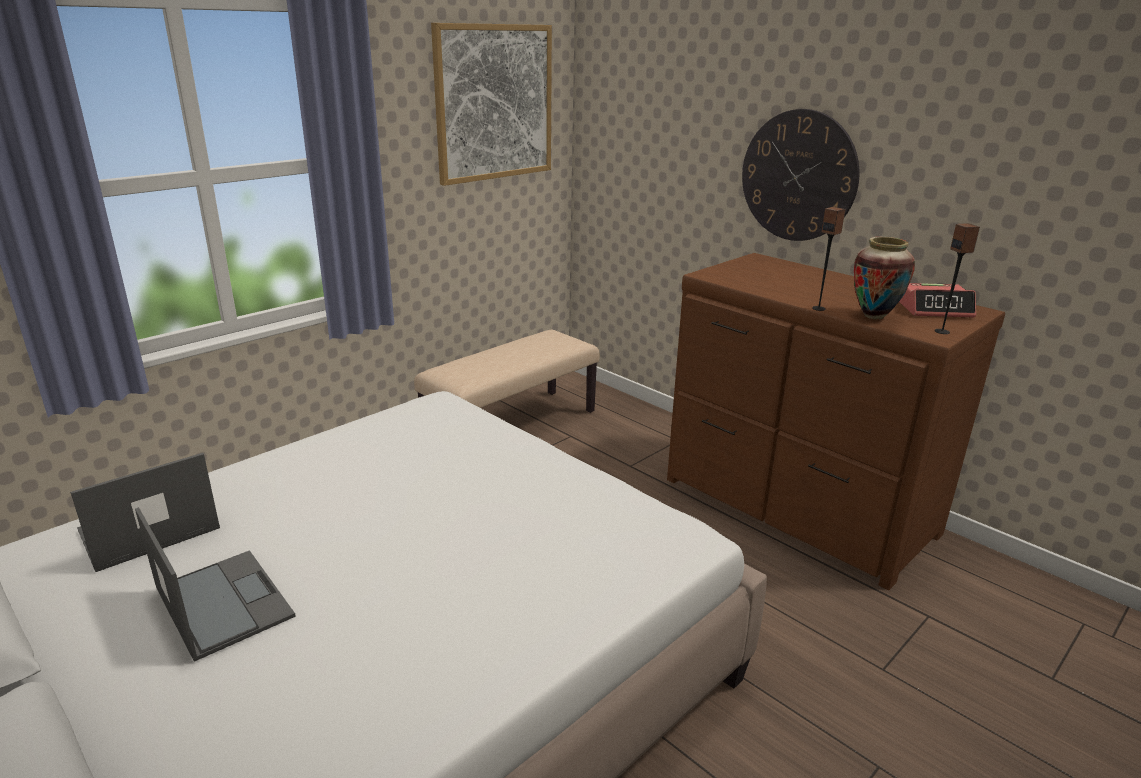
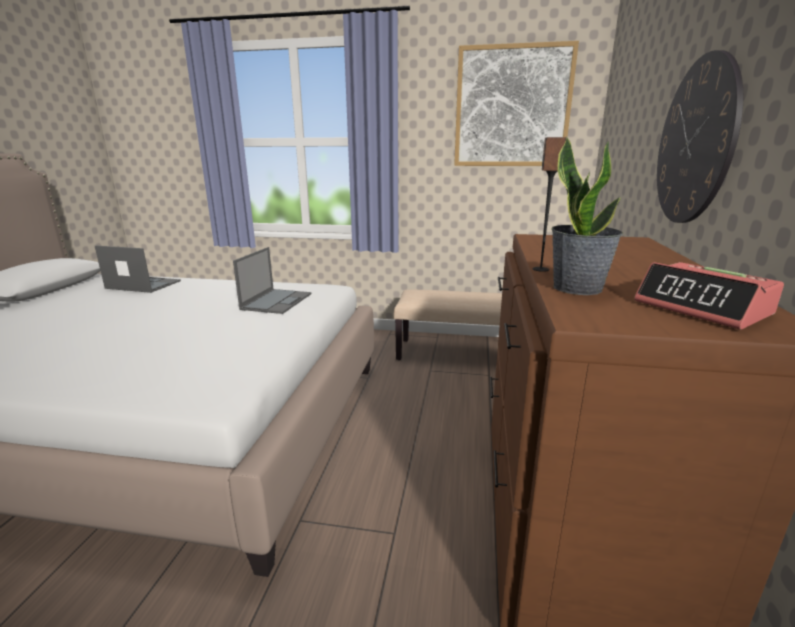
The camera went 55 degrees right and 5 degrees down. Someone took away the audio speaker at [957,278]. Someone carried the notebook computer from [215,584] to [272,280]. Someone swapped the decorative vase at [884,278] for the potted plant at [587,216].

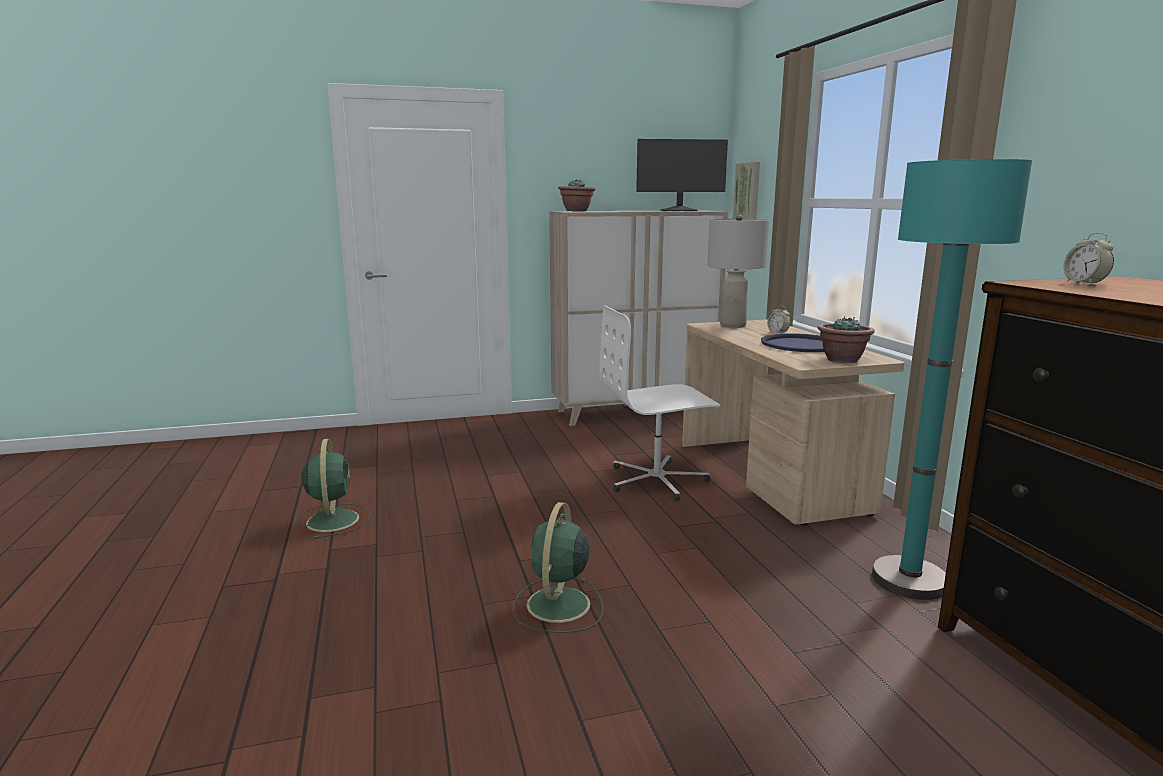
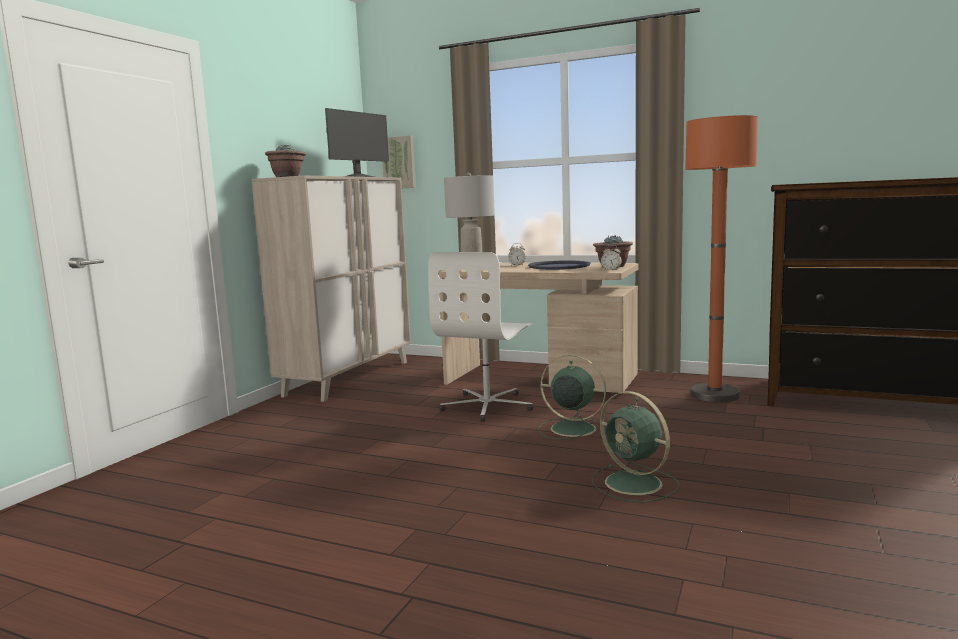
The camera went 50 degrees left and 5 degrees down. Someone carried the green fan from [332,489] to [572,397]. Someone carried the bedside clock from [1088,259] to [611,257]. Someone repainted the turquoise standing lamp at [952,379], which became the orangey standing lamp at [721,258].

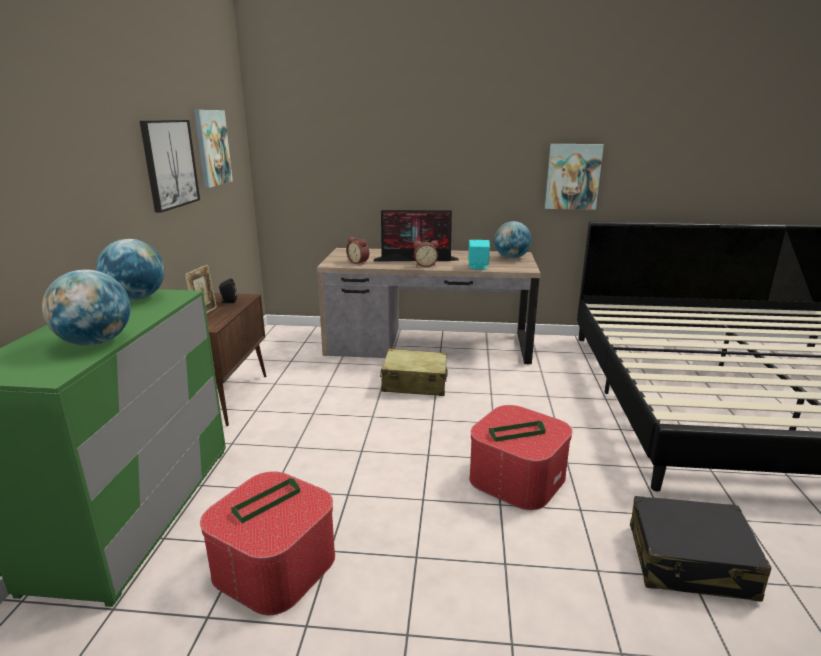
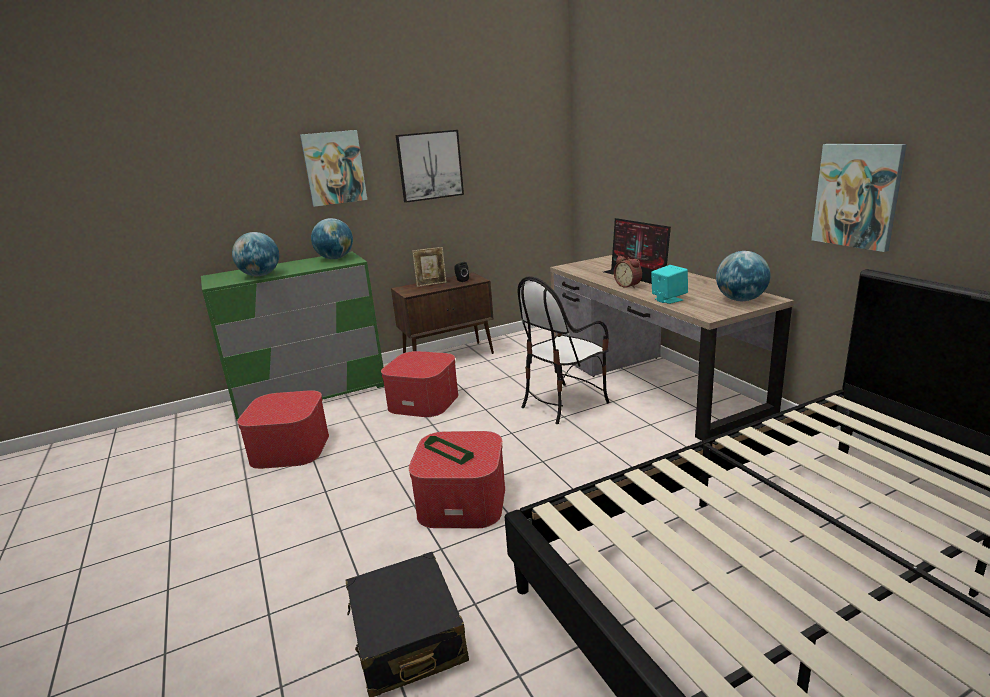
The camera went 60 degrees right and 0 degrees up. Someone took away the green serving tray at [265,500]. Someone took away the bedside clock at [357,251]. Someone put down the footrest at [420,384]. Someone carried the picture from [213,149] to [333,168]. Someone swapped the sand-coloured piece of luggage at [414,372] for the upright chair at [564,350].

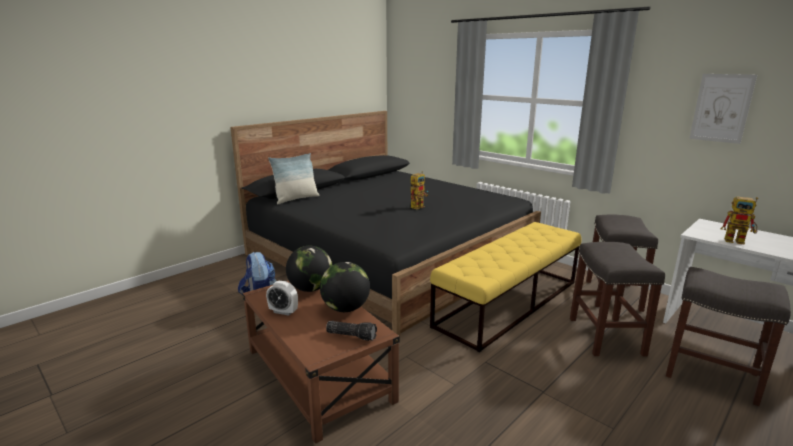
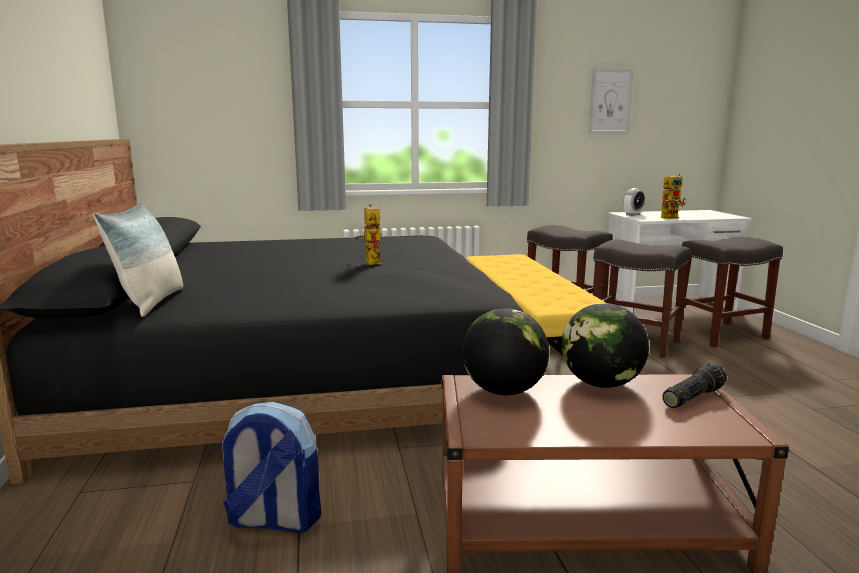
The camera went 55 degrees left and 5 degrees down. Someone carried the bedside clock from [282,298] to [634,202].

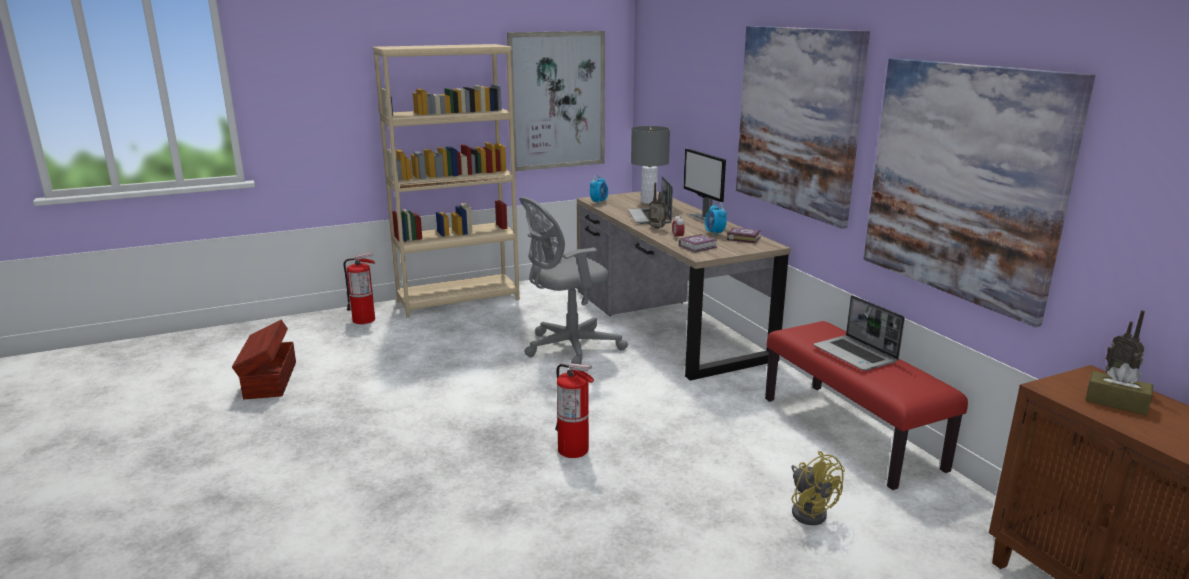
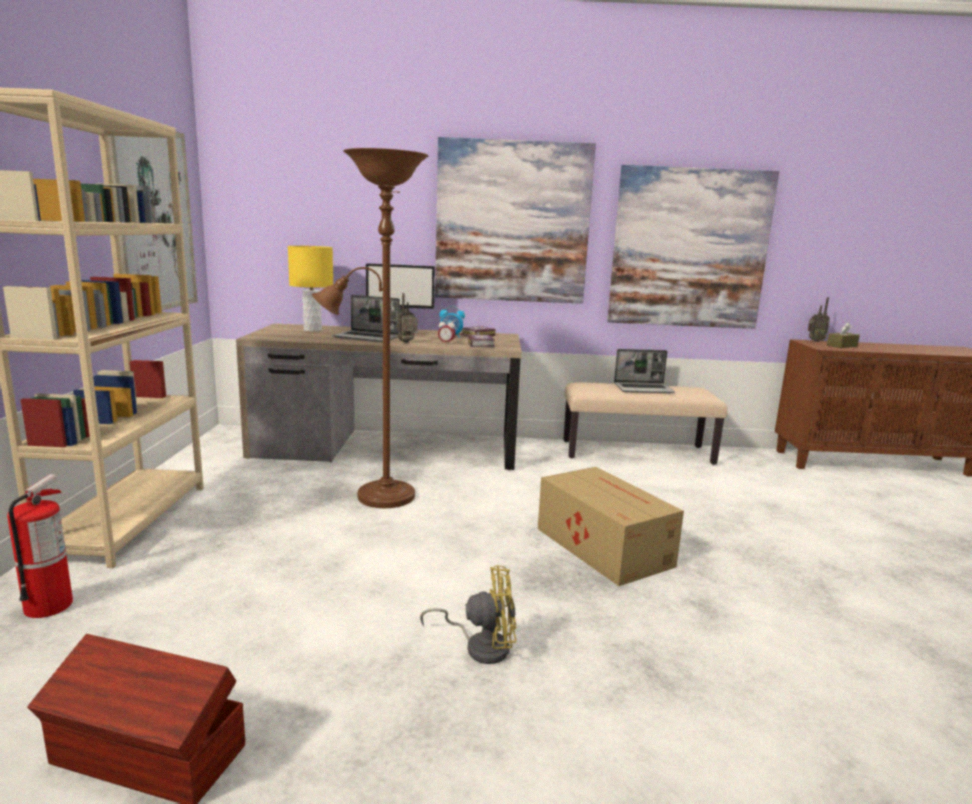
The camera went 65 degrees left and 5 degrees down. Someone took away the bedside clock at [599,190]. Someone carried the yellowish fan from [818,488] to [468,614]. Someone swapped the gray office chair at [573,280] for the brownish standing lamp at [370,328]. Someone swapped the fire extinguisher at [574,410] for the packing box at [611,526]. Someone repainted the gray lamp for a table at [650,165], which became the yellowish lamp for a table at [310,289]. Someone repainted the reddish bench at [866,405], which became the sand-coloured bench at [645,423].

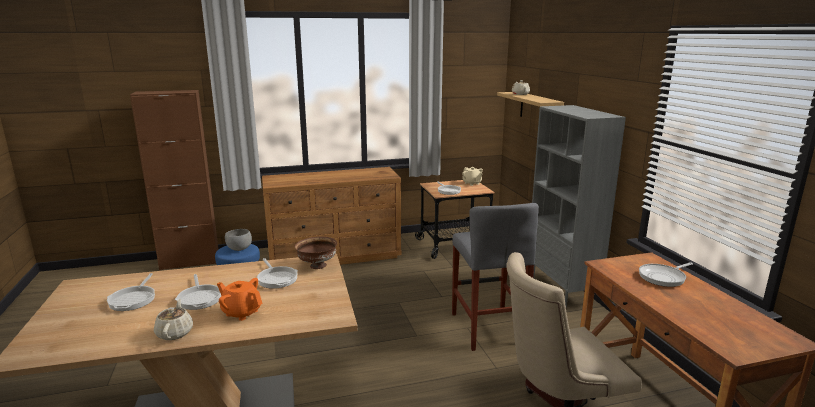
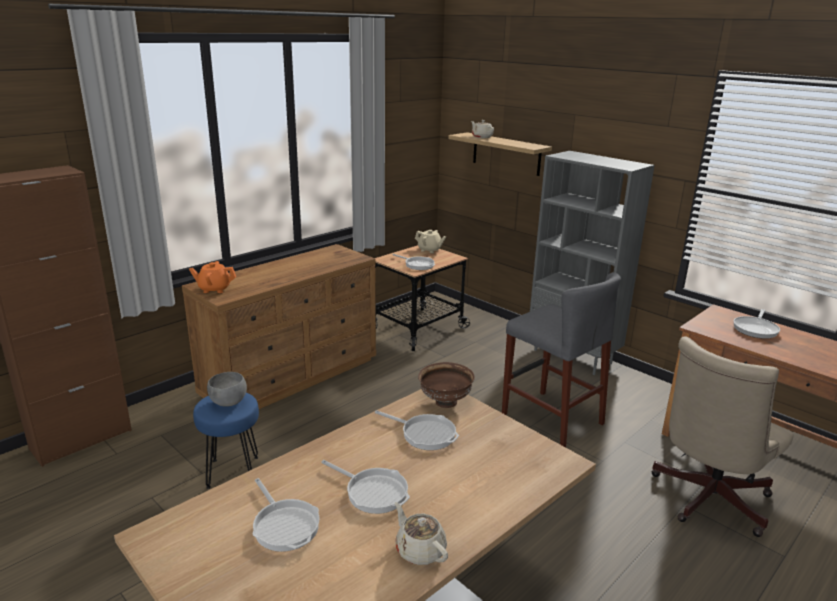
The camera went 30 degrees left and 5 degrees up. Someone carried the orangey pot for tea from [240,299] to [212,277].

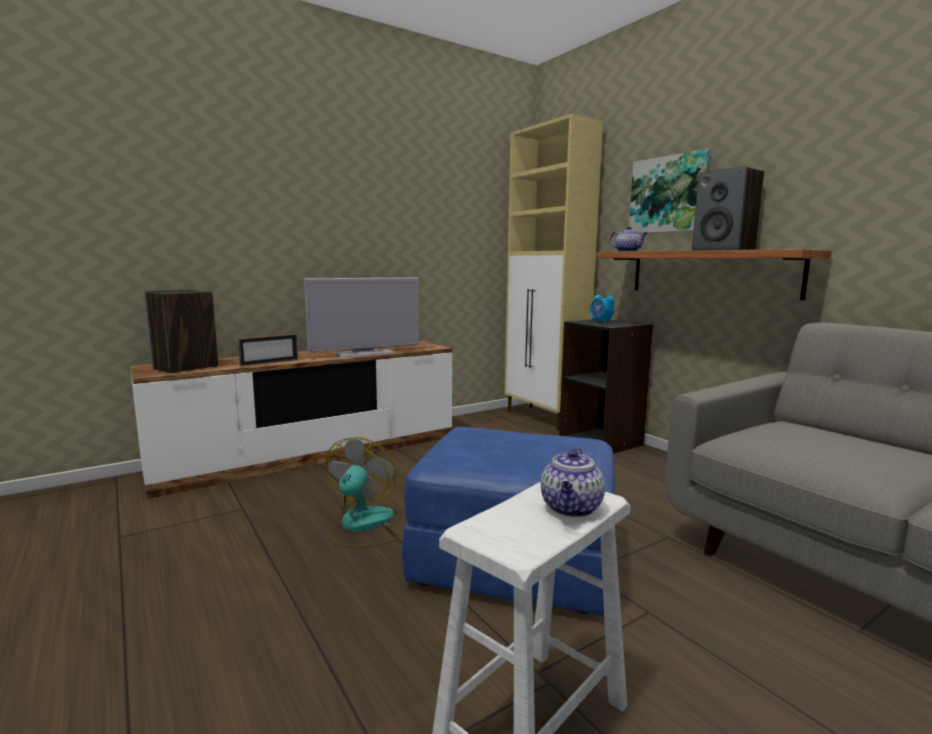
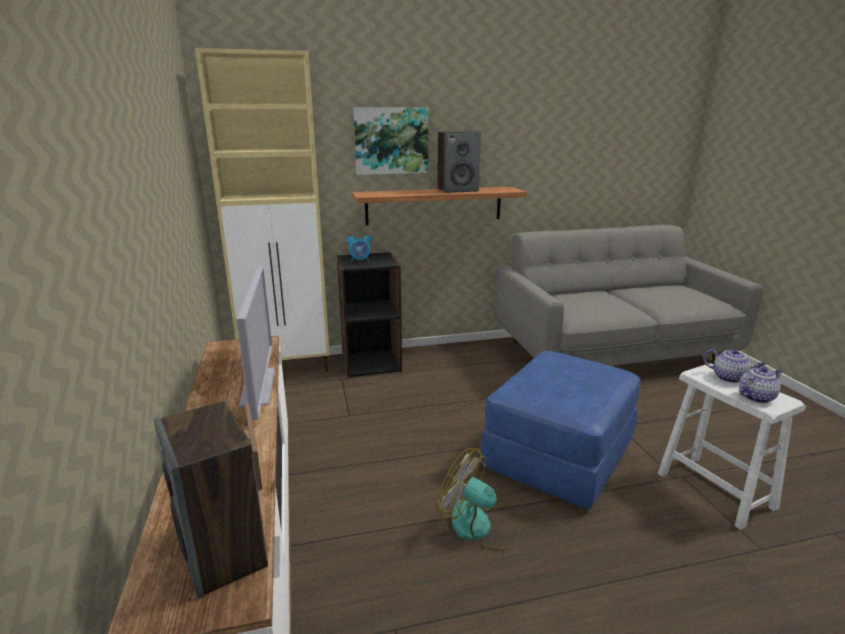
The camera went 70 degrees left and 10 degrees up. Someone carried the pot for tea from [629,239] to [761,385].

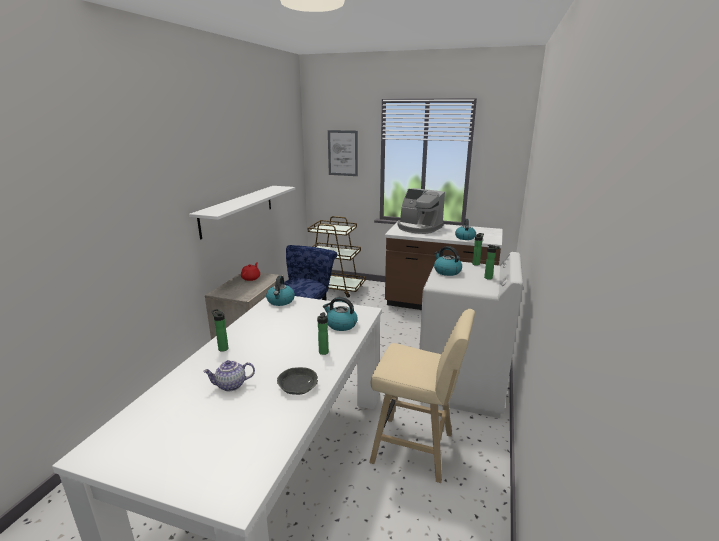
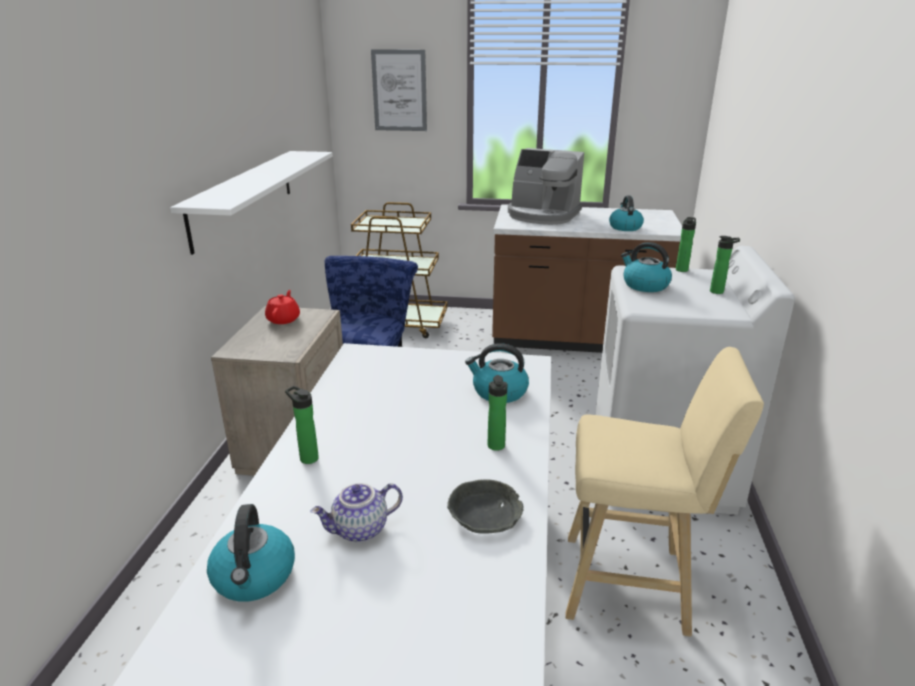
The camera went 10 degrees left and 5 degrees up. Someone carried the water kettle from [280,290] to [251,553].

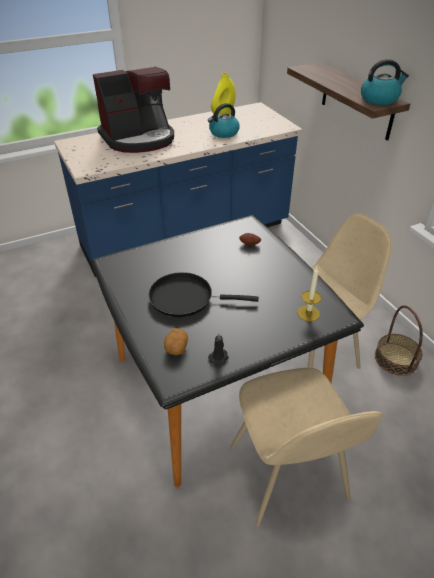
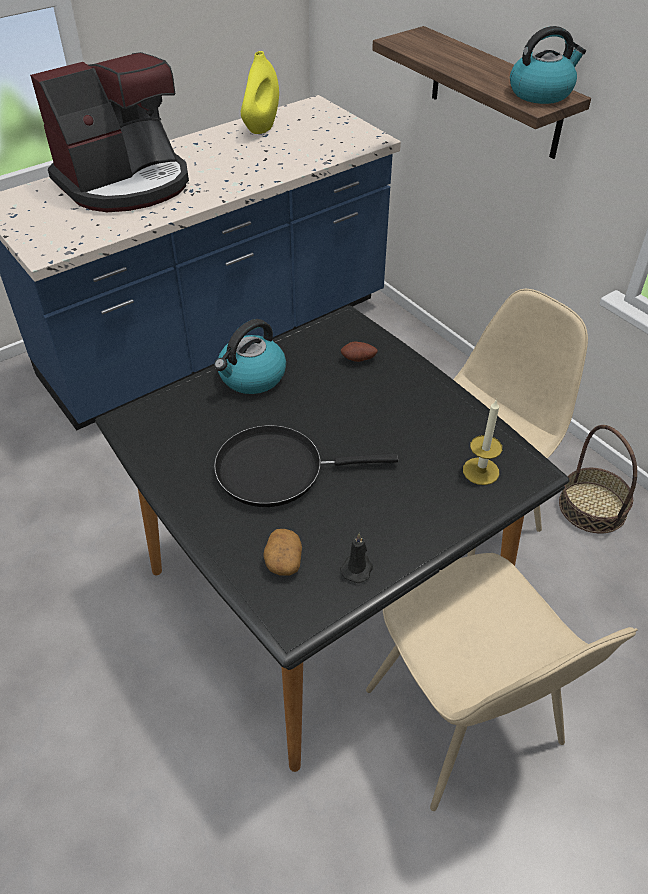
The camera went 10 degrees left and 5 degrees up. Someone carried the water kettle from [224,120] to [250,356].

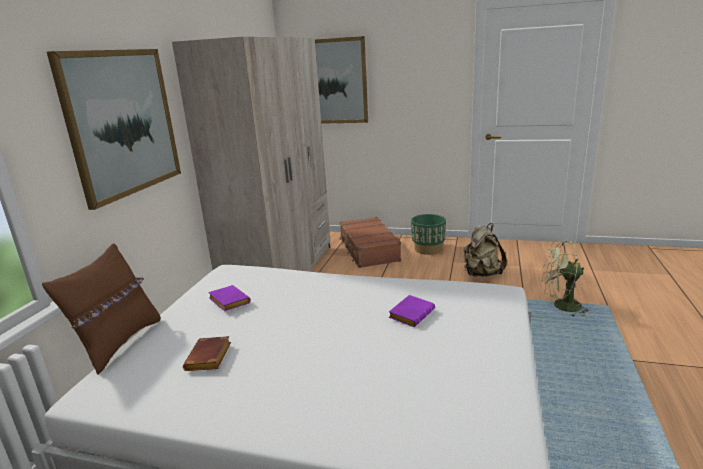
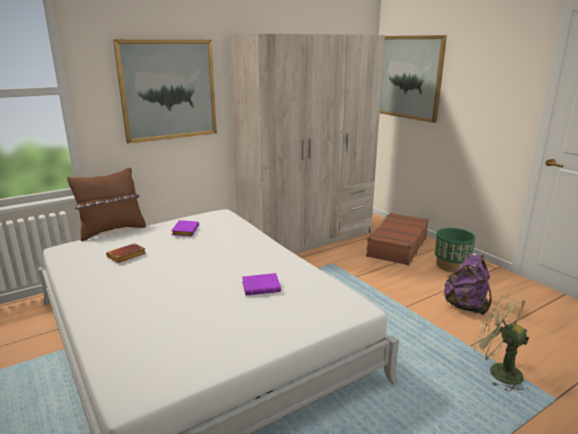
The camera went 40 degrees right and 0 degrees up. Someone repainted the sand-coloured rucksack at [485,250], which became the purple-coloured rucksack at [467,284].

